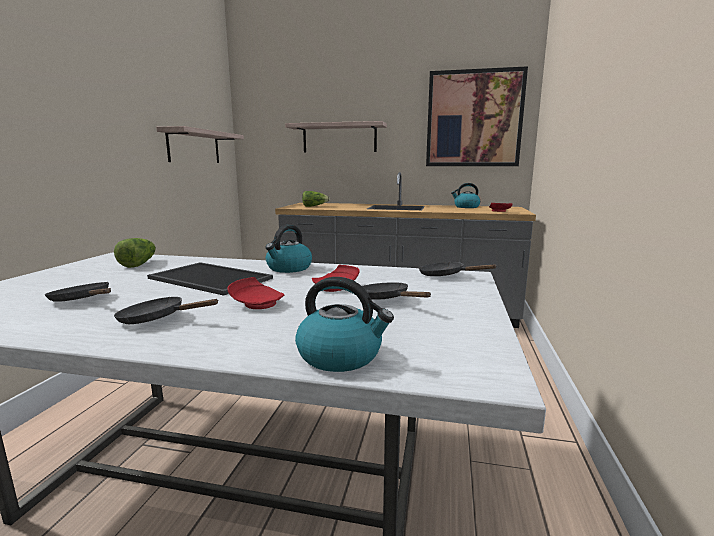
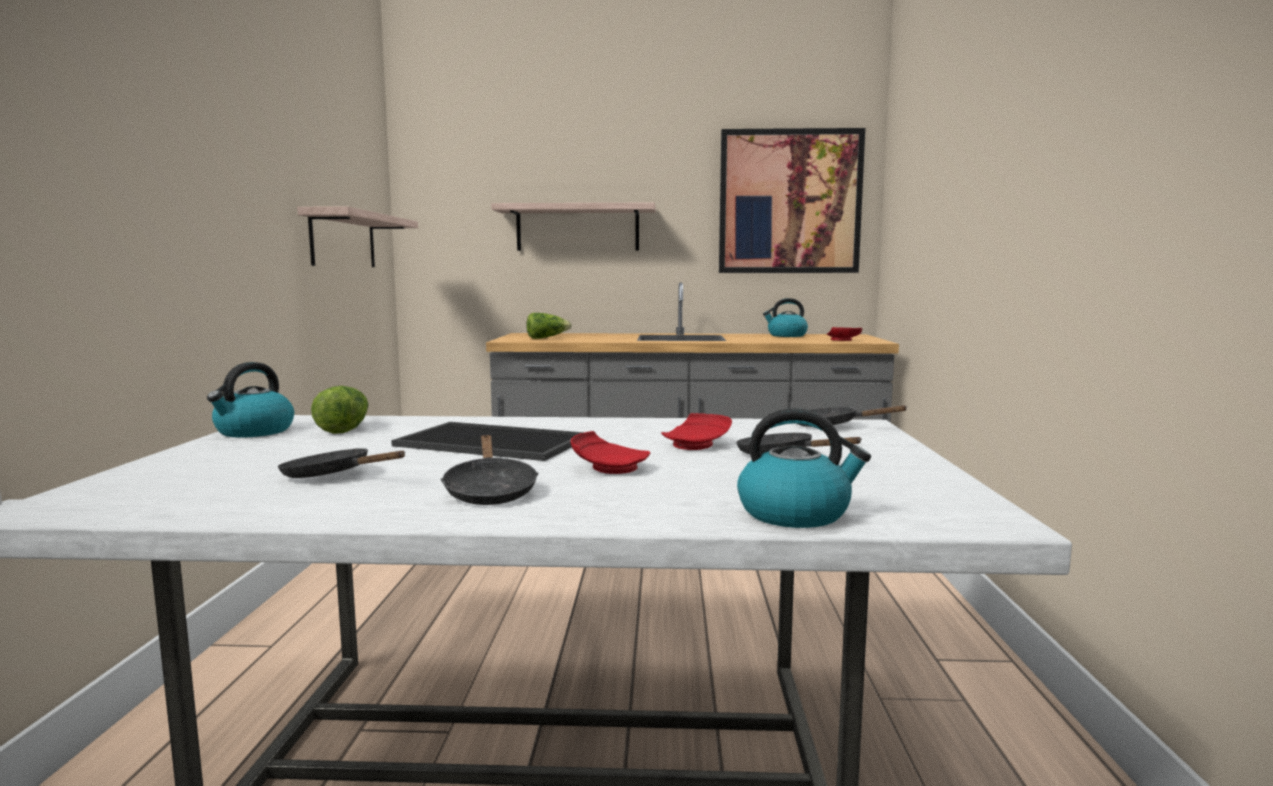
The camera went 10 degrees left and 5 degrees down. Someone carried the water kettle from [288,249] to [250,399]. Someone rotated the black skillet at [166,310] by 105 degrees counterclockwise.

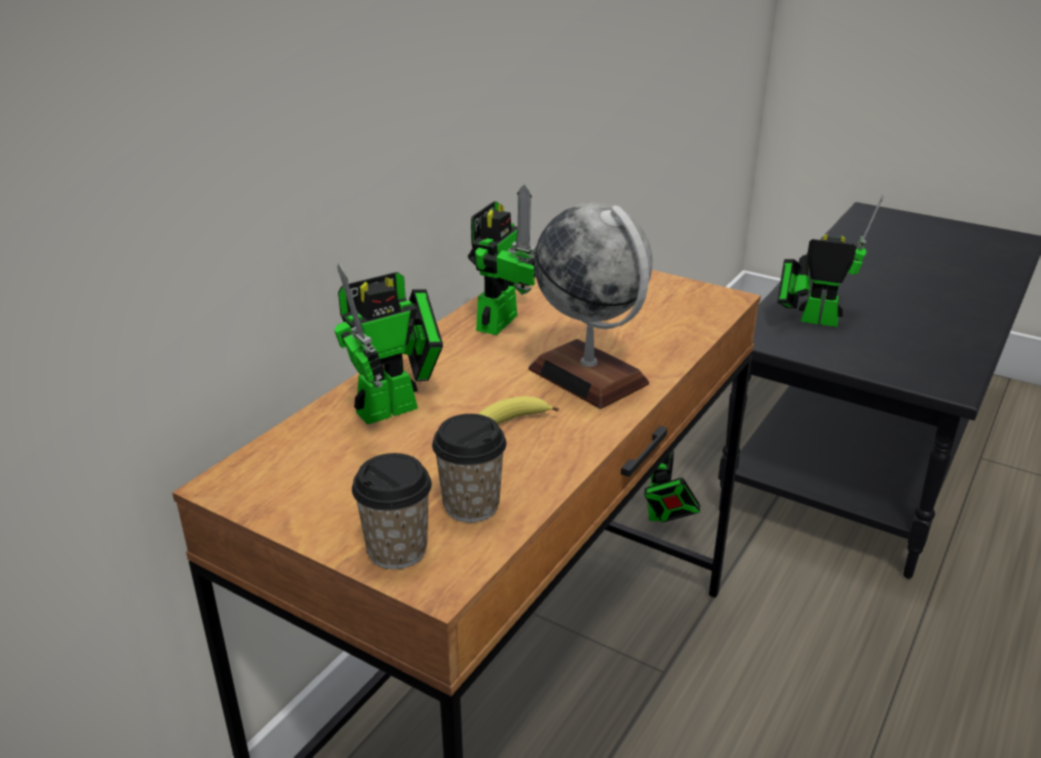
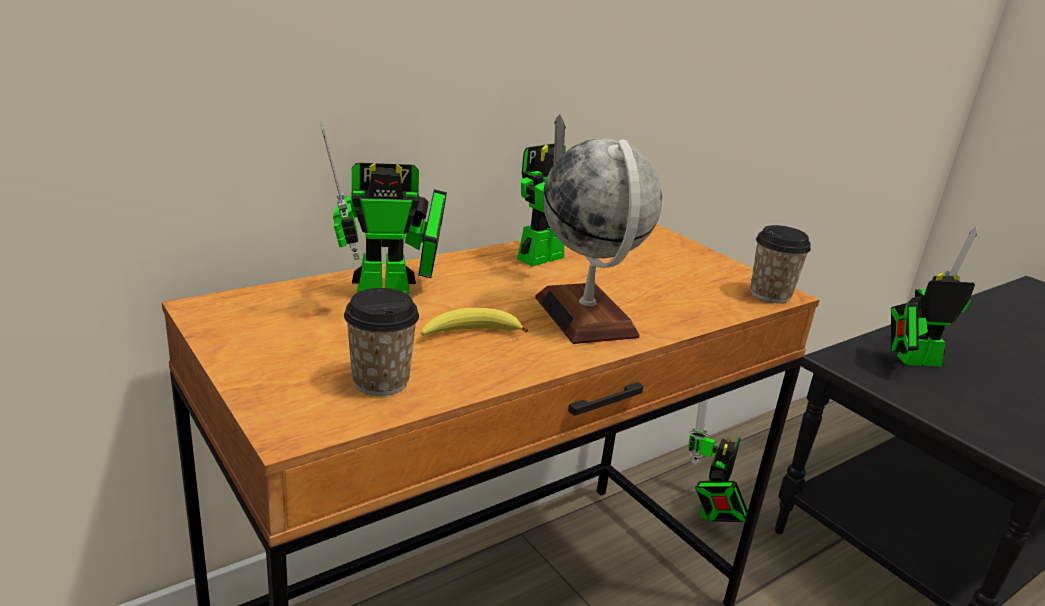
The camera went 20 degrees right and 5 degrees down. Someone carried the cup from [392,511] to [781,264]. Someone rotated the robot figure at [831,259] by 45 degrees counterclockwise.

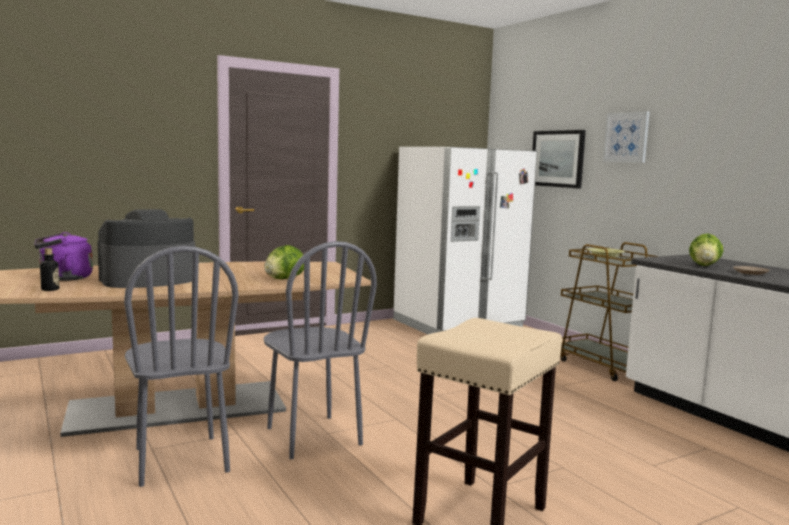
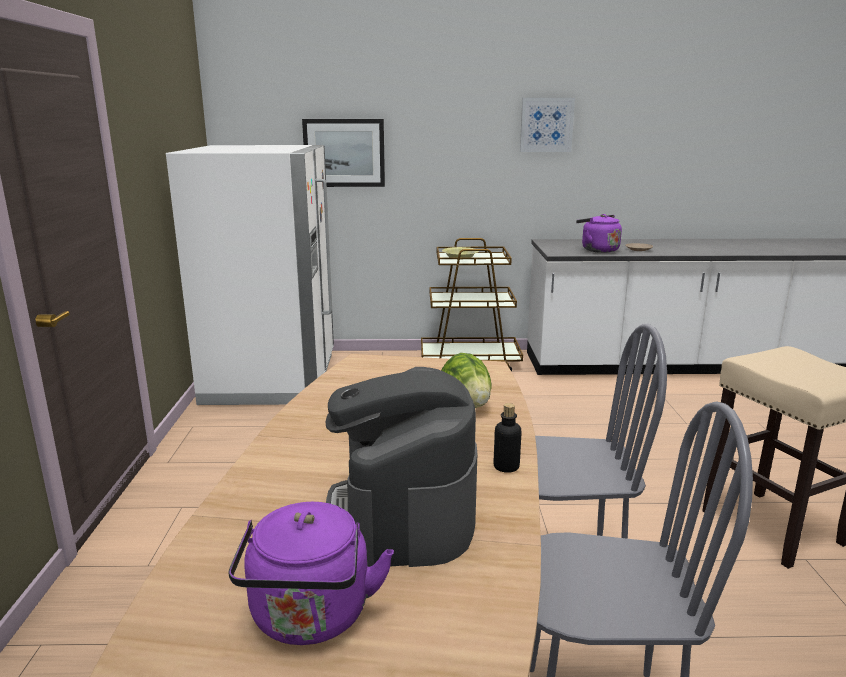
The camera went 60 degrees left and 10 degrees up. Someone carried the beverage bottle from [49,269] to [507,438]. Someone carried the picture from [626,137] to [547,125]. Someone swapped the lettuce head at [706,249] for the purple-coloured water kettle at [599,233].

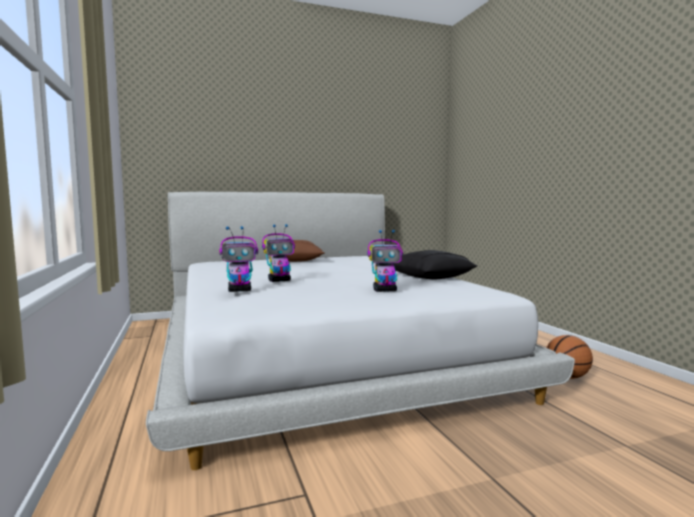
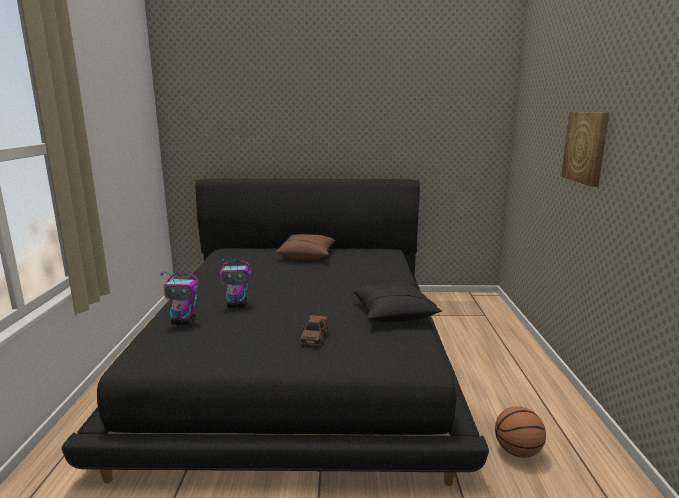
The camera went 20 degrees right and 10 degrees up. Someone put up the picture at [585,149]. Someone swapped the robot figure at [385,261] for the brownish model car at [314,330]. Someone repainted the whitish bedroom bed at [360,331], which became the black bedroom bed at [275,332].

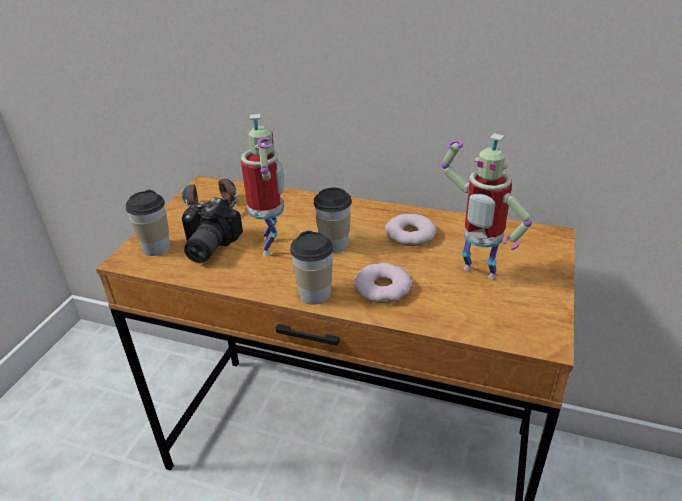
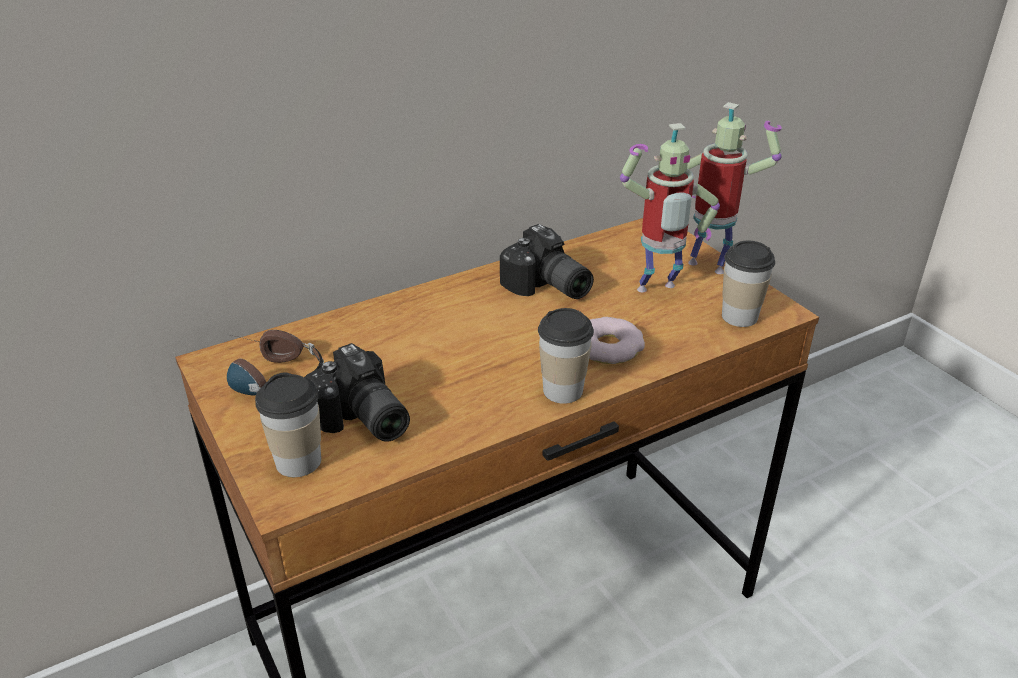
The camera went 50 degrees left and 0 degrees up. Someone carried the robot figure from [262,185] to [734,188]. Someone carried the cup from [332,220] to [748,284]. Someone swapped the donut at [411,230] for the photo camera at [547,261].

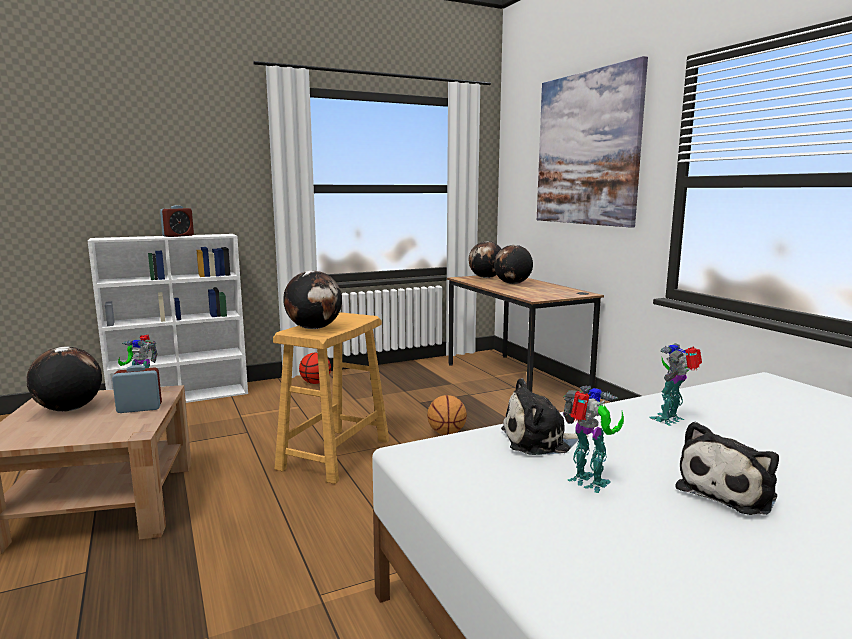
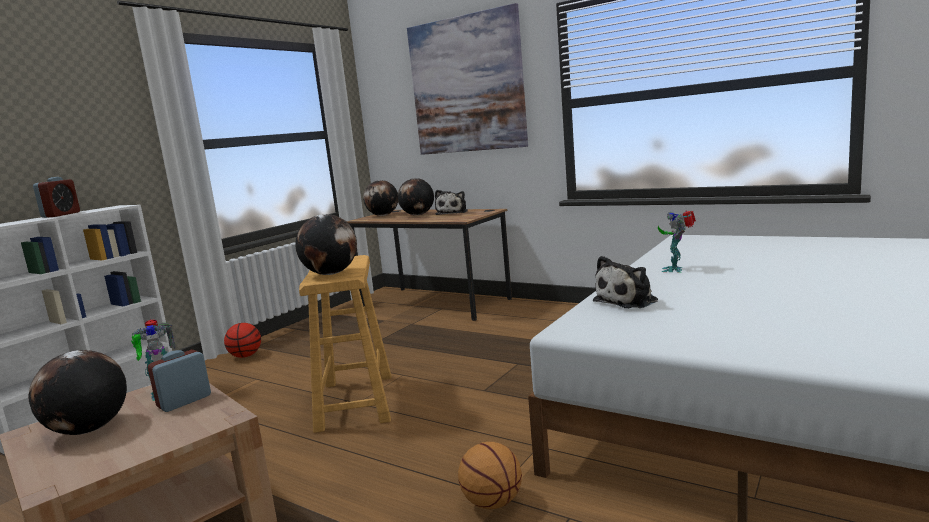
The camera went 30 degrees left and 0 degrees up. Someone took away the robot figure at [593,439]. Someone carried the basketball ball from [447,415] to [490,475]. Someone carried the cuddly toy from [727,468] to [451,202].

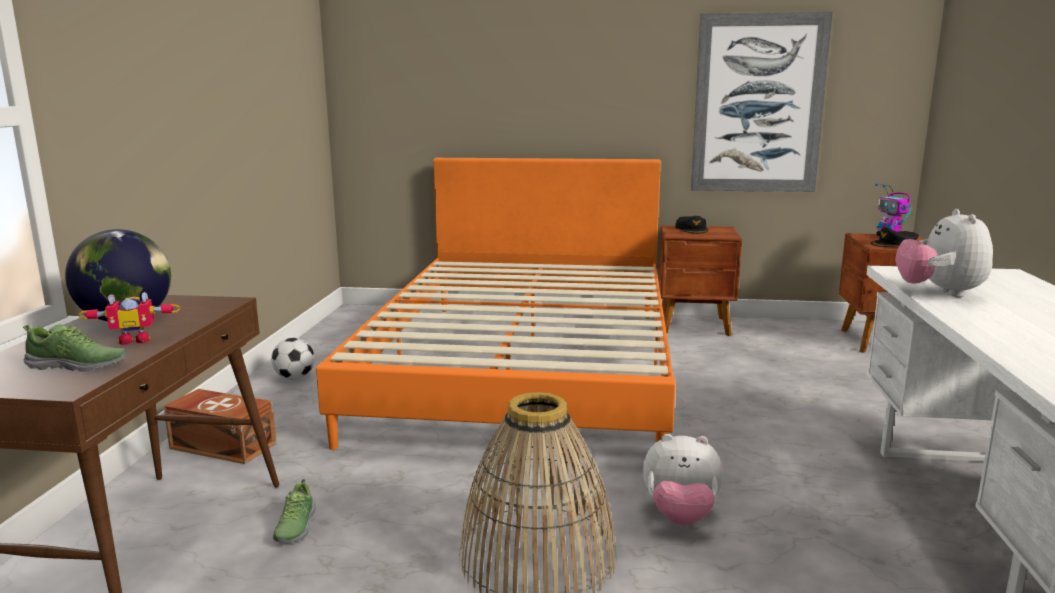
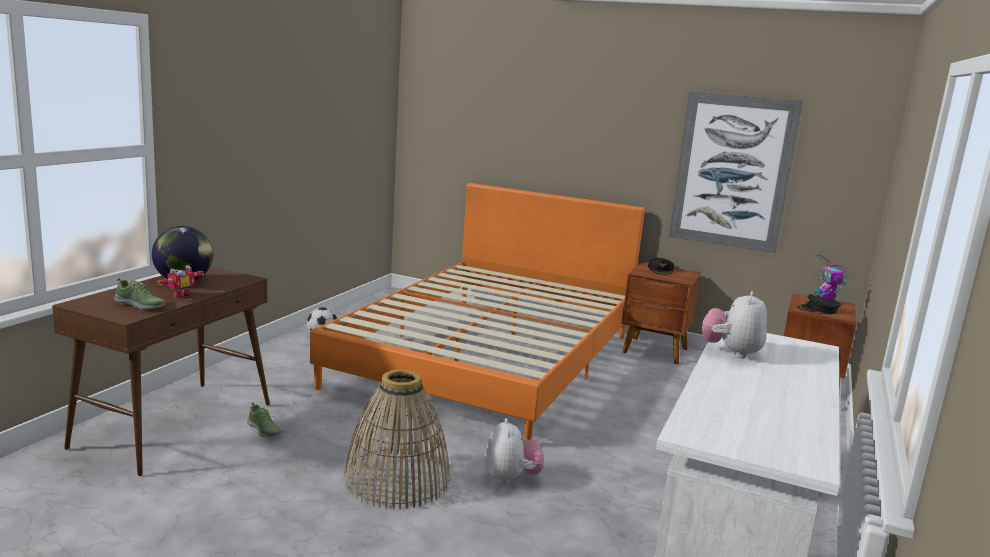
The camera went 15 degrees right and 0 degrees up. Someone took away the brownish storage box at [219,426]. Someone rotated the robot figure at [129,318] by 60 degrees counterclockwise. Someone rotated the shoe at [294,511] by 60 degrees counterclockwise. Someone rotated the cuddly toy at [683,479] by 120 degrees counterclockwise.

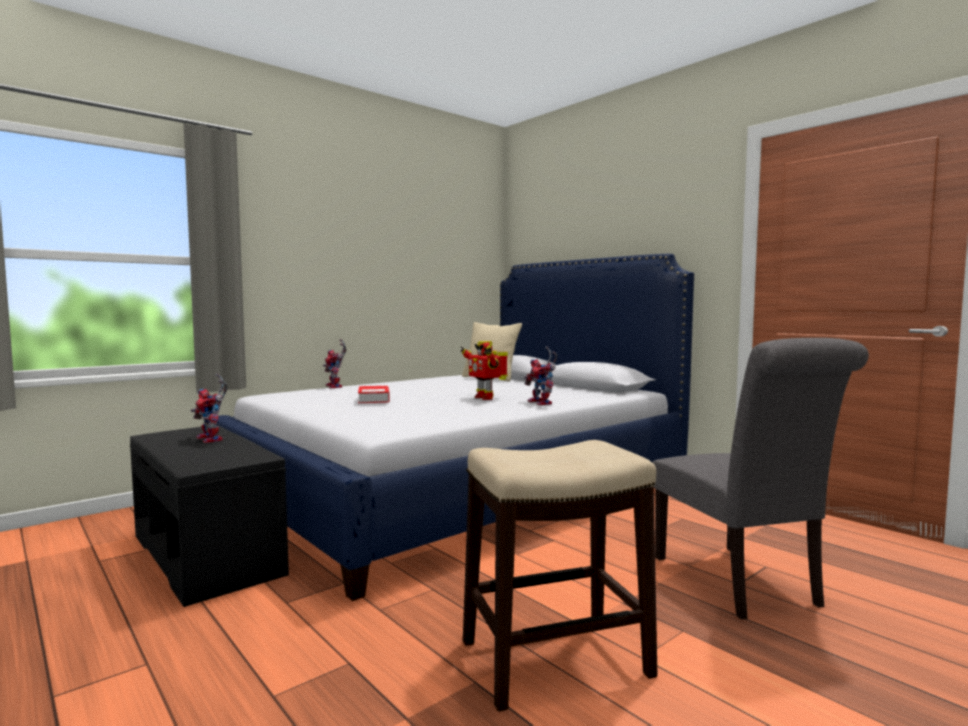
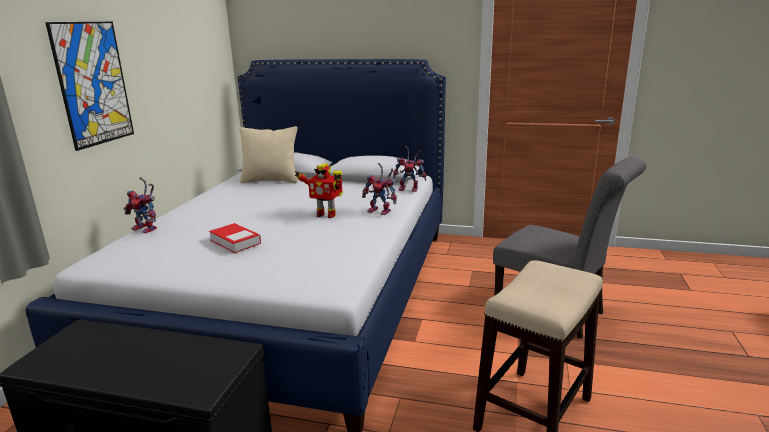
The camera went 35 degrees left and 15 degrees up. Someone put up the picture at [89,86]. Someone carried the robot figure from [209,408] to [409,169].

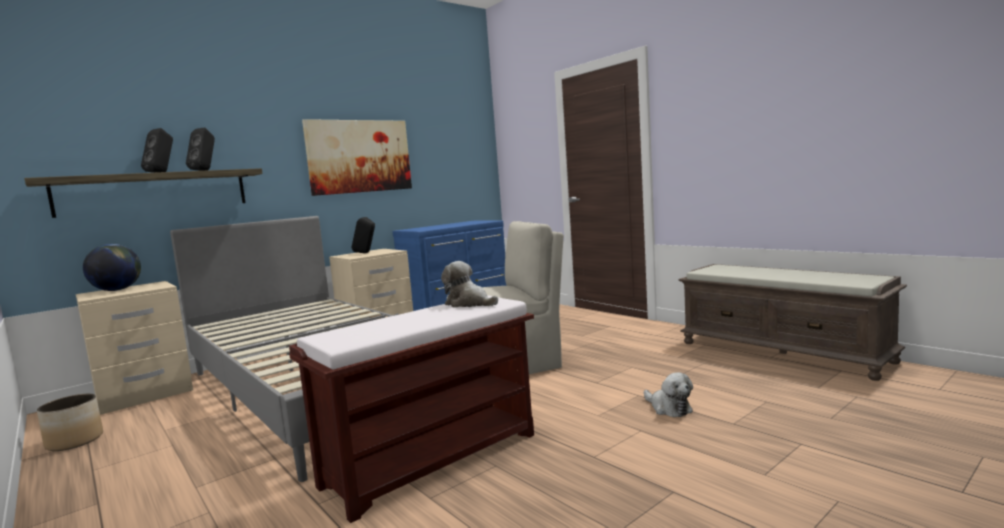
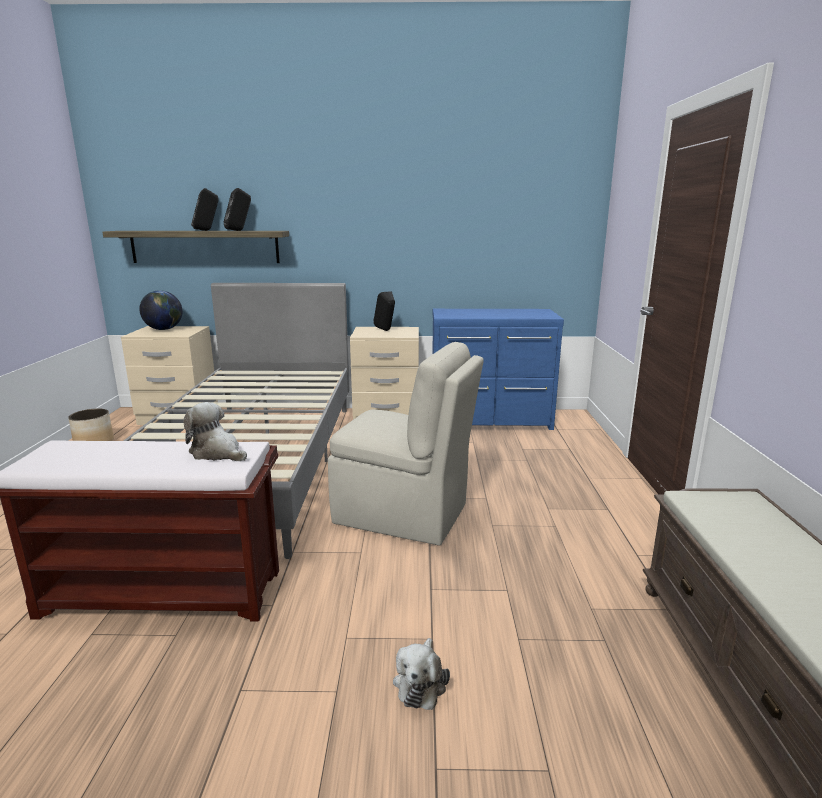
The camera went 40 degrees right and 10 degrees up. Someone took away the picture at [357,157]. Someone rotated the cuddly toy at [469,284] by 45 degrees counterclockwise.

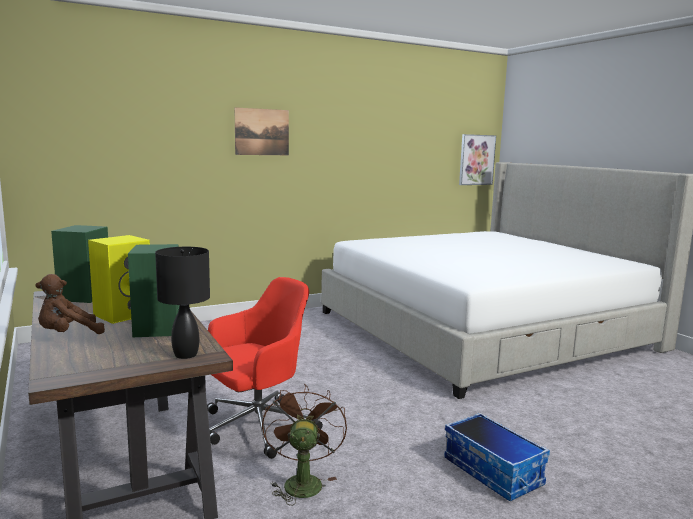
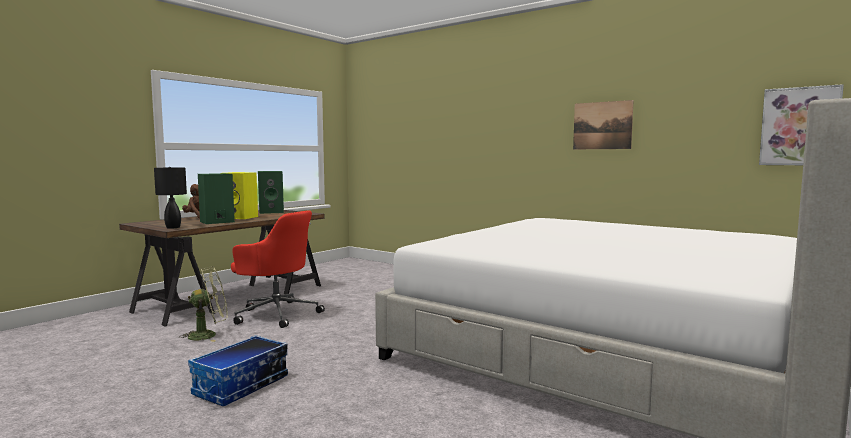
The camera went 65 degrees right and 5 degrees down. Someone carried the picture from [262,131] to [603,124]. Someone repainted the brownish fan at [304,444], which became the green fan at [203,304].

